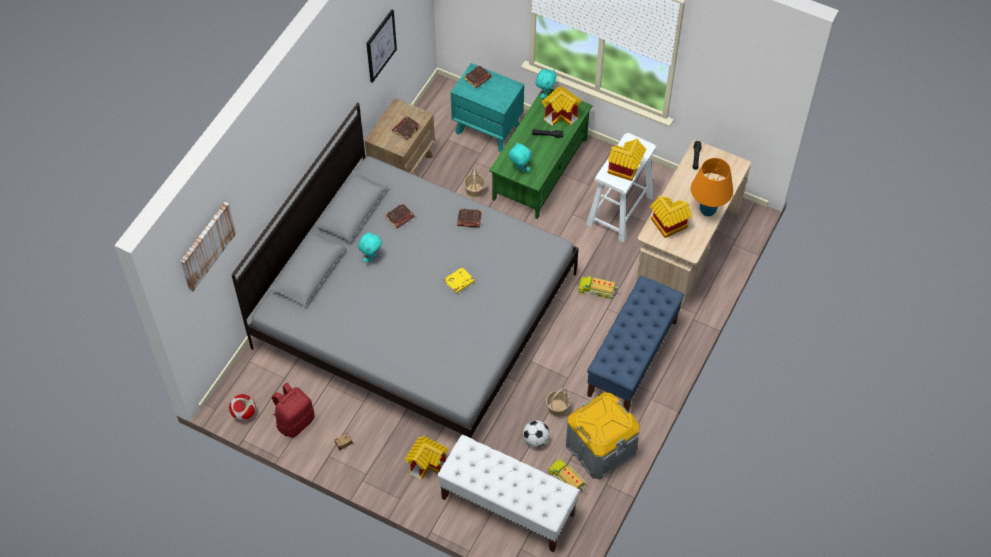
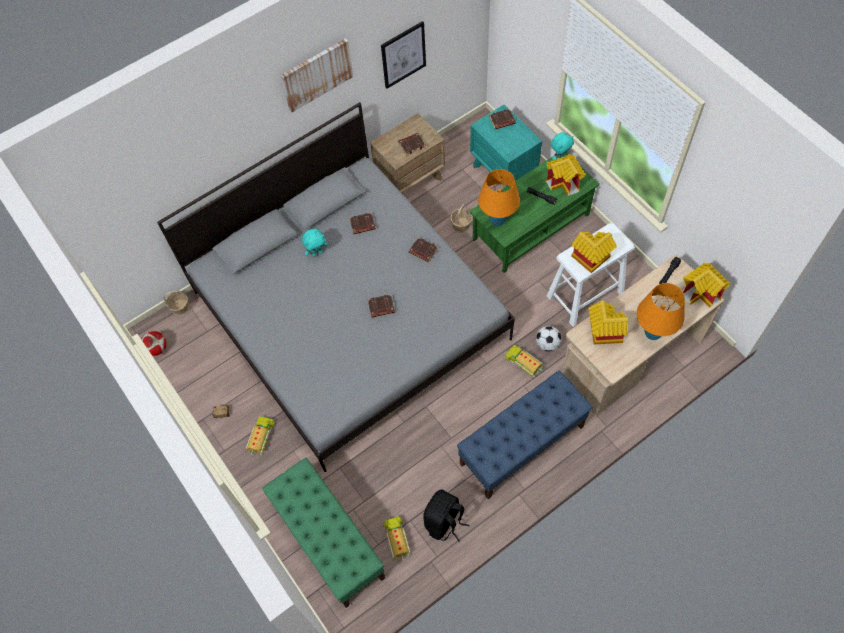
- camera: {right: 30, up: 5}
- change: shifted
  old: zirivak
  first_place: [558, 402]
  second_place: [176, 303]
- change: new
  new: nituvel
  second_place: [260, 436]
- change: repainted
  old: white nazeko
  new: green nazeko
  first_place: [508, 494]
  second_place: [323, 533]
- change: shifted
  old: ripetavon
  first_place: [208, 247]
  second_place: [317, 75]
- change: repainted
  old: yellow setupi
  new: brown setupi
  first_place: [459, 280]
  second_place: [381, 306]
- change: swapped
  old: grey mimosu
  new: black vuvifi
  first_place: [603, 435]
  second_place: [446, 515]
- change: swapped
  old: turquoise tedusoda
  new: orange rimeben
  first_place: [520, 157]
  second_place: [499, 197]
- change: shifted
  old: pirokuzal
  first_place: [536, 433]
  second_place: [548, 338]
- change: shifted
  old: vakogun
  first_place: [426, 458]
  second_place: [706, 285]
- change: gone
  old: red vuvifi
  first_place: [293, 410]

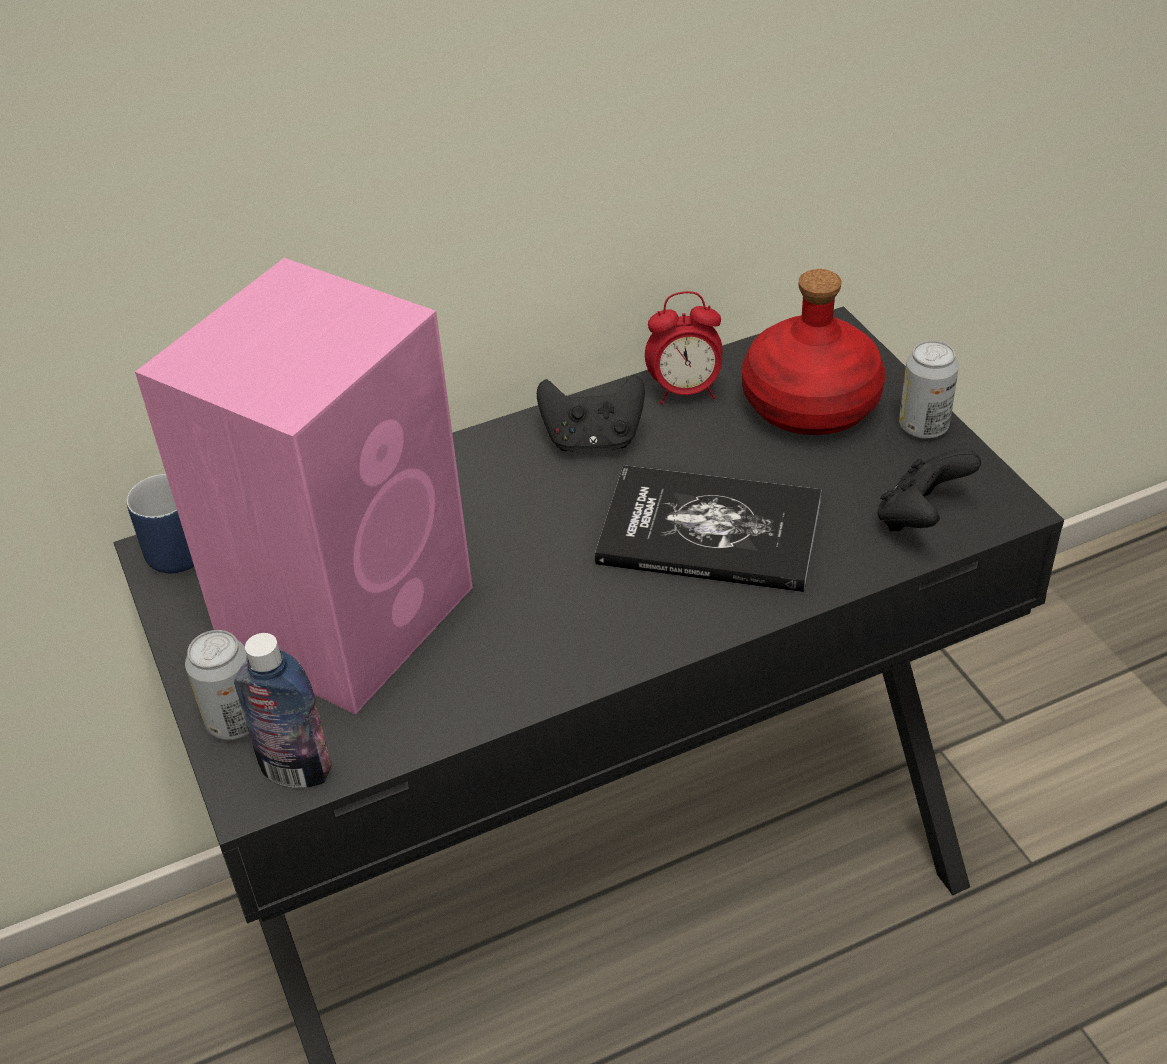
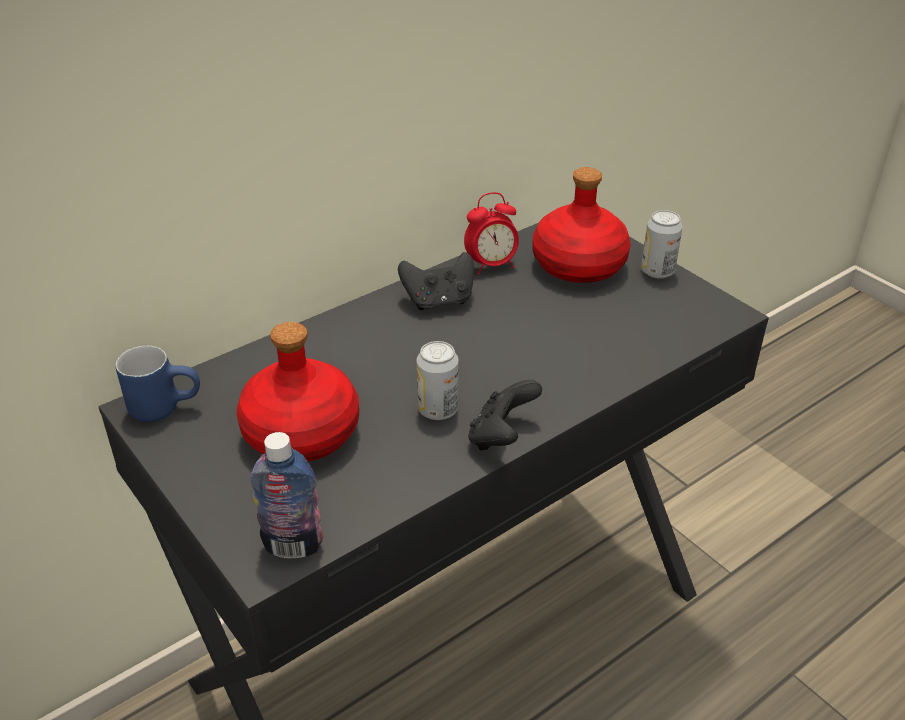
- camera: {right: -15, up: -5}
- change: swapped
  old: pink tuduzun
  new: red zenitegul
  first_place: [304, 486]
  second_place: [298, 392]
- change: shifted
  old: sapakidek
  first_place: [217, 685]
  second_place: [438, 380]
- change: shifted
  old: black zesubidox
  first_place: [929, 490]
  second_place: [505, 415]
- change: gone
  old: setupi
  first_place: [708, 528]

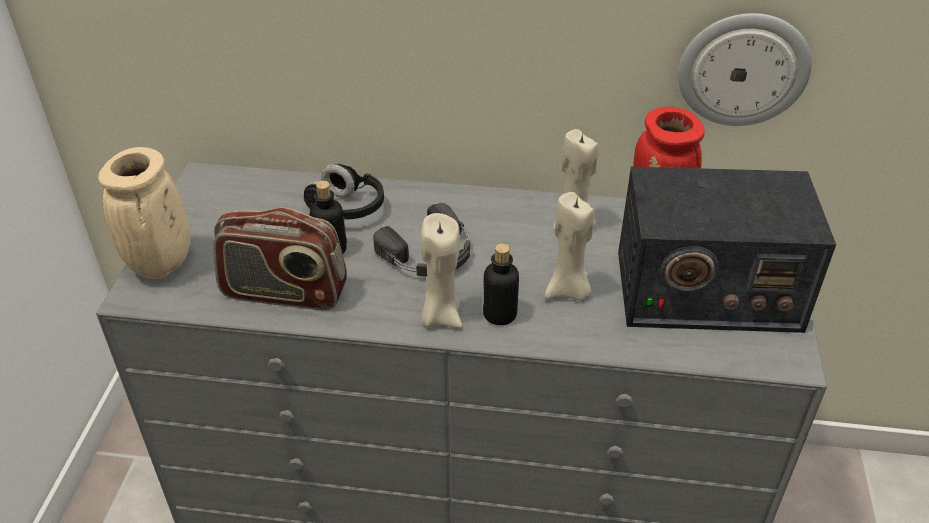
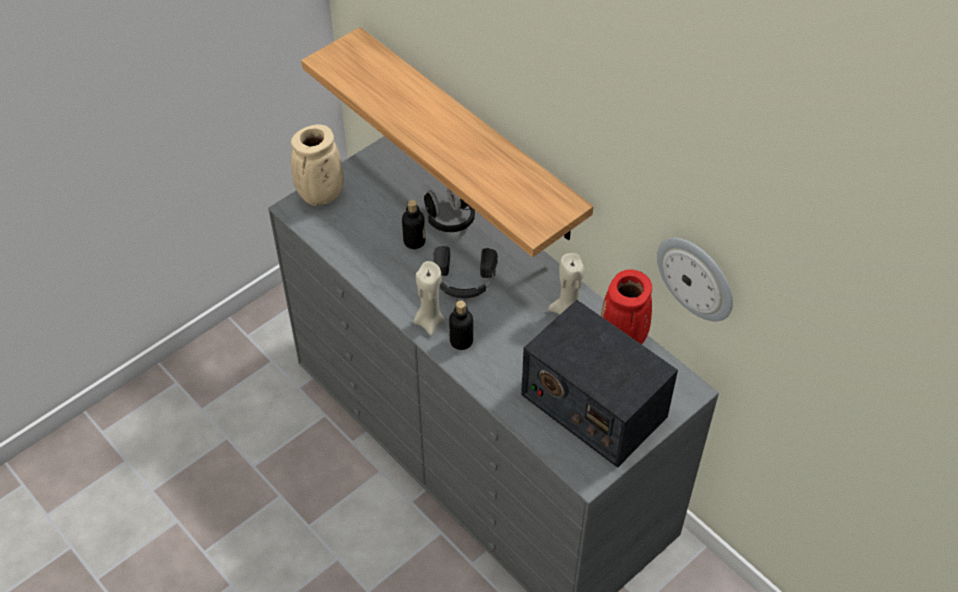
- camera: {right: 40, up: 10}
- change: new
  new: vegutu
  second_place: [447, 142]
- change: gone
  old: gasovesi
  first_place: [280, 258]
- change: gone
  old: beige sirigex
  first_place: [569, 246]

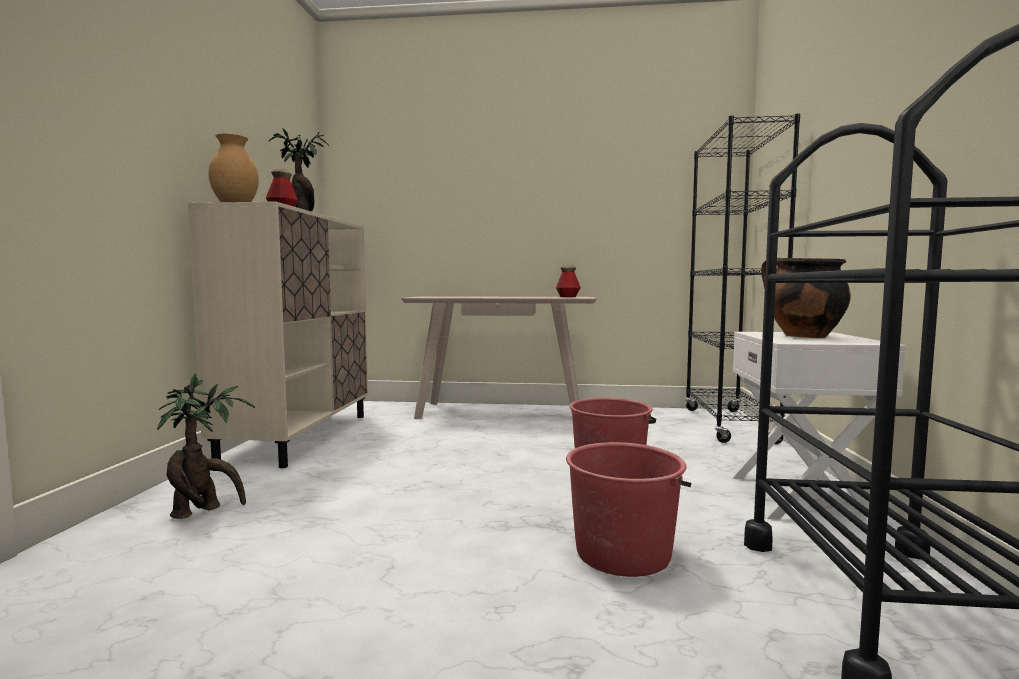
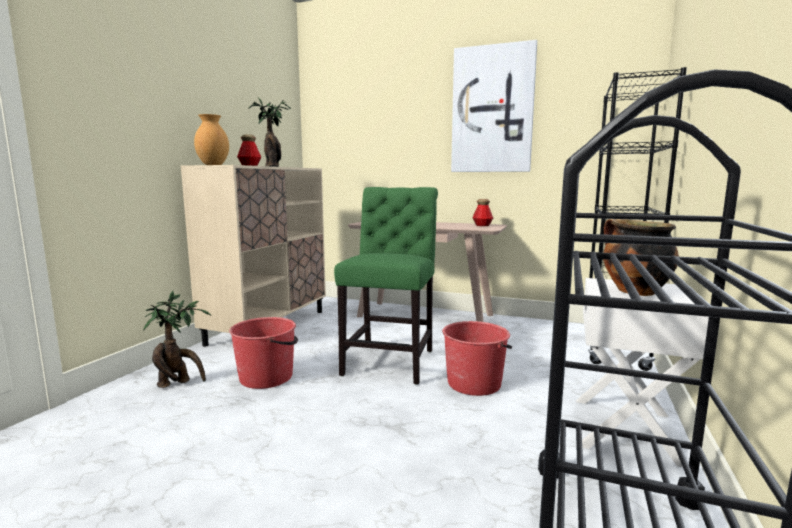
- camera: {right: 15, up: 5}
- change: shifted
  old: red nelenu
  first_place: [628, 509]
  second_place: [263, 353]
- change: new
  new: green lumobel
  second_place: [386, 286]
- change: new
  new: ripetavon
  second_place: [494, 106]

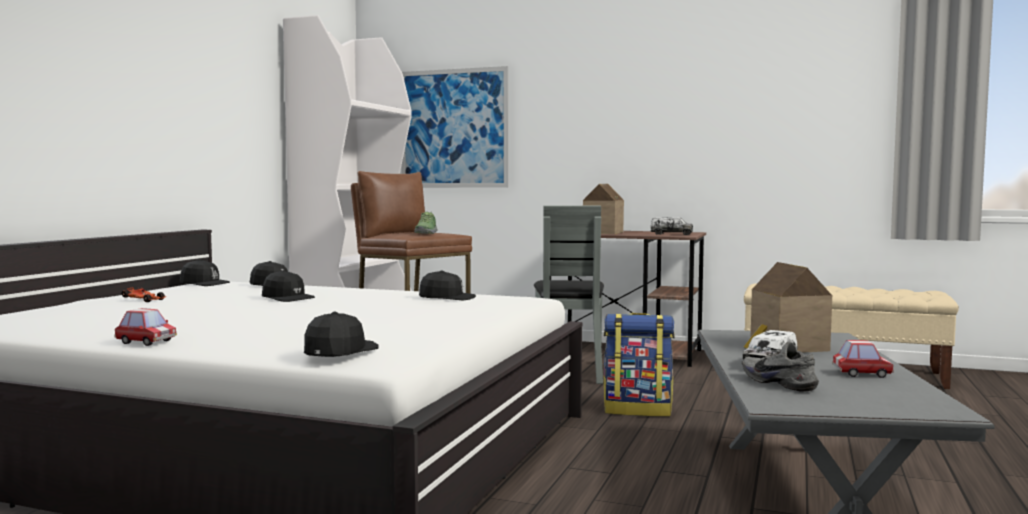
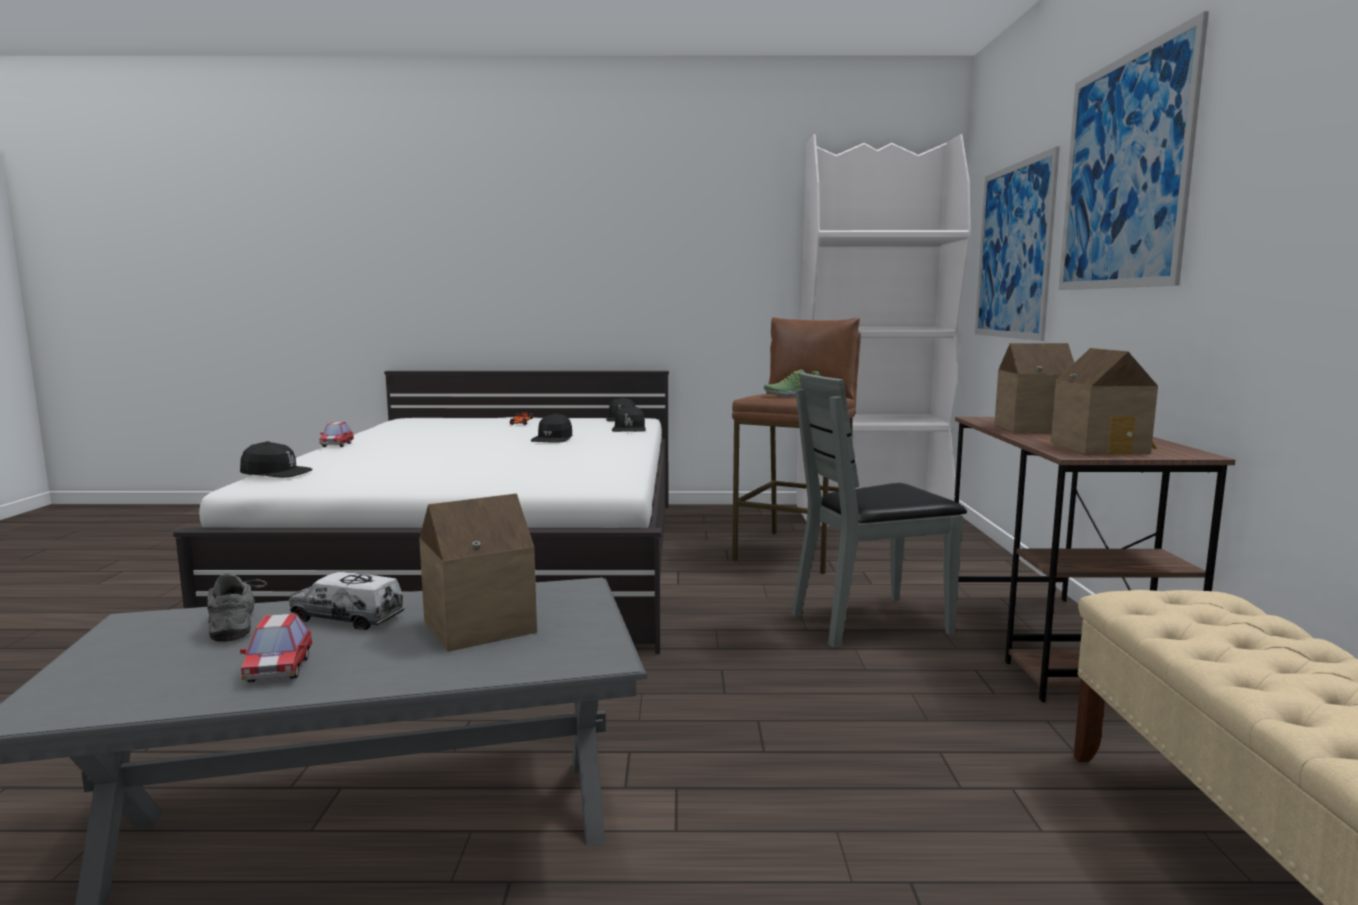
- camera: {right: 70, up: 5}
- change: rotated
  old: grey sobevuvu
  first_place: [780, 367]
  second_place: [237, 608]
  degrees: -60
- change: swapped
  old: nituvel
  new: vakogun
  first_place: [671, 226]
  second_place: [1104, 401]
- change: new
  new: ripetavon
  second_place: [1134, 150]
- change: gone
  old: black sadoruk
  first_place: [447, 286]
- change: gone
  old: vuvifi
  first_place: [639, 365]

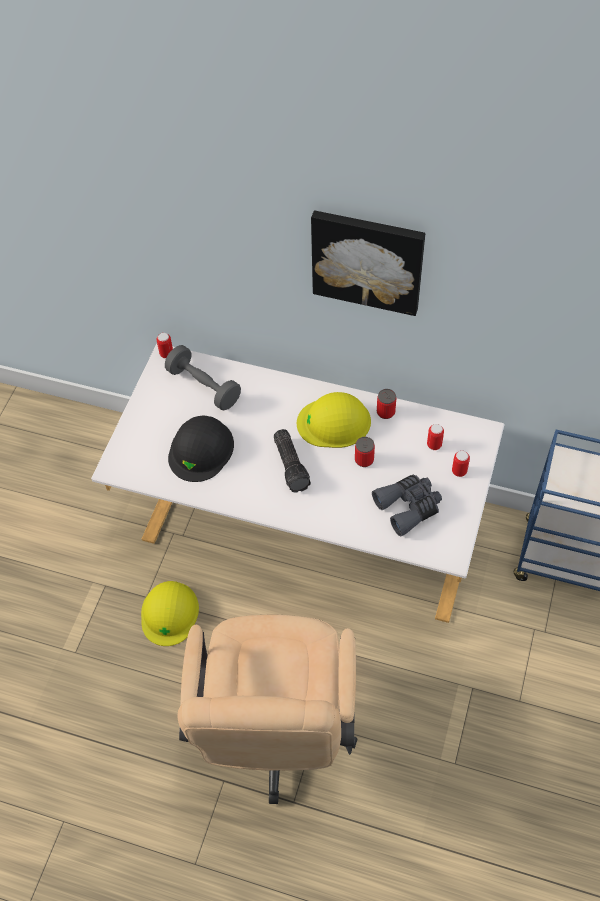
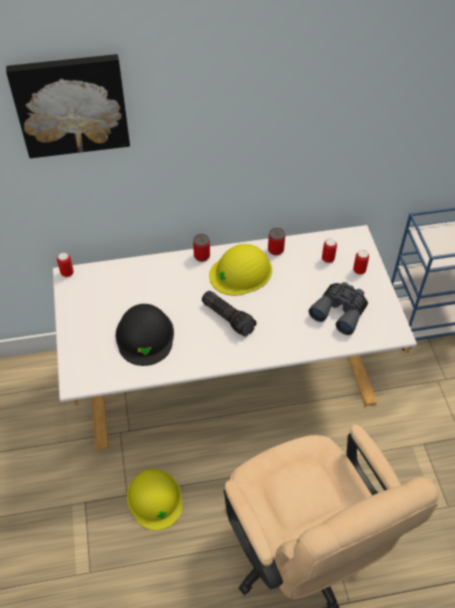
- camera: {right: -30, up: -5}
- change: shifted
  old: ripetavon
  first_place: [368, 263]
  second_place: [68, 106]
- change: shifted
  old: sapakidek
  first_place: [365, 452]
  second_place: [201, 248]
- change: gone
  old: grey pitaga
  first_place: [203, 378]

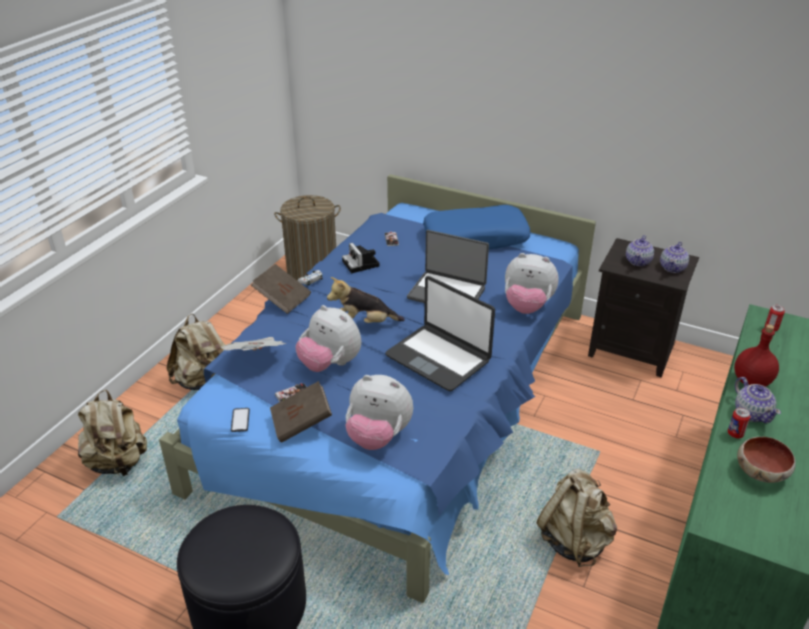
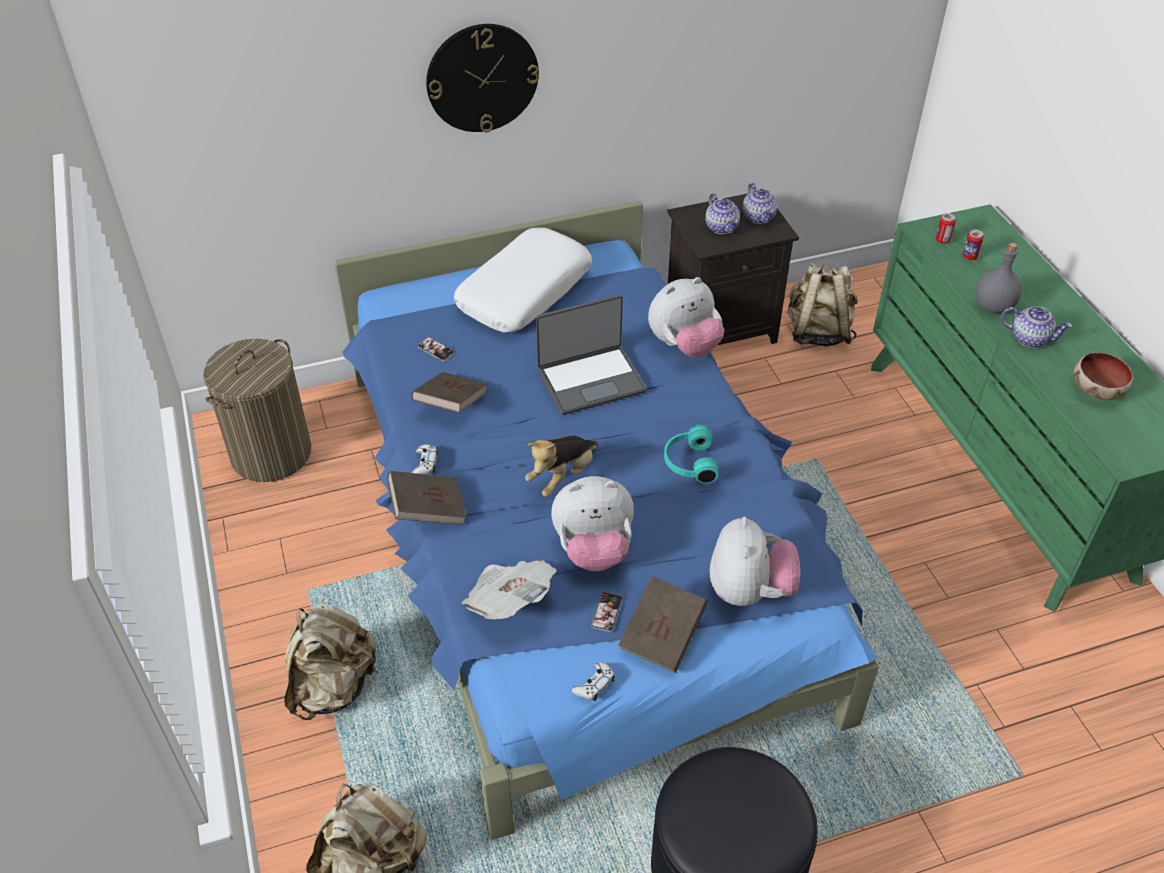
- camera: {right: -45, up: 10}
- change: swapped
  old: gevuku
  new: brown setupi
  first_place: [361, 258]
  second_place: [449, 392]
- change: new
  new: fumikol
  second_place: [482, 78]
- change: repainted
  old: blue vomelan
  new: white vomelan
  first_place: [476, 227]
  second_place: [523, 280]
- change: swapped
  old: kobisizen
  new: white zesubidox
  first_place: [240, 420]
  second_place: [593, 681]
- change: swapped
  old: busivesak
  new: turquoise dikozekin
  first_place: [440, 333]
  second_place: [691, 454]
- change: rotated
  old: tedusoda
  first_place: [379, 412]
  second_place: [755, 561]
  degrees: -60
- change: shifted
  old: beige vuvifi
  first_place: [577, 518]
  second_place: [822, 304]
- change: shifted
  old: sapakidek
  first_place: [739, 423]
  second_place: [973, 245]
- change: repainted
  old: red zenitegul
  new: grey zenitegul
  first_place: [756, 355]
  second_place: [999, 278]

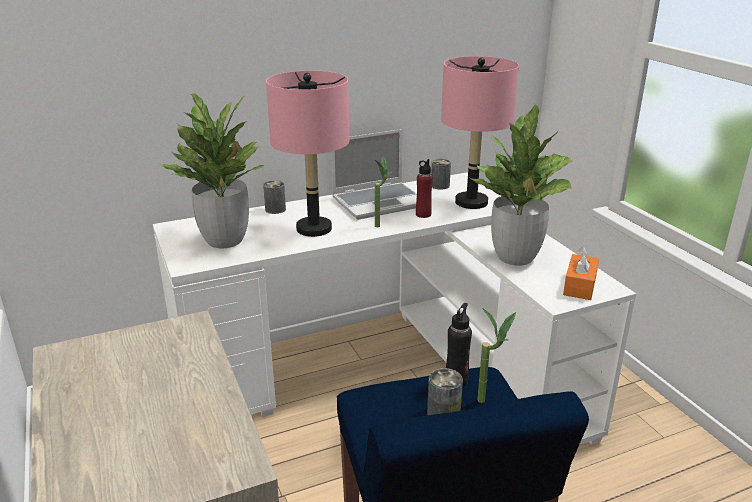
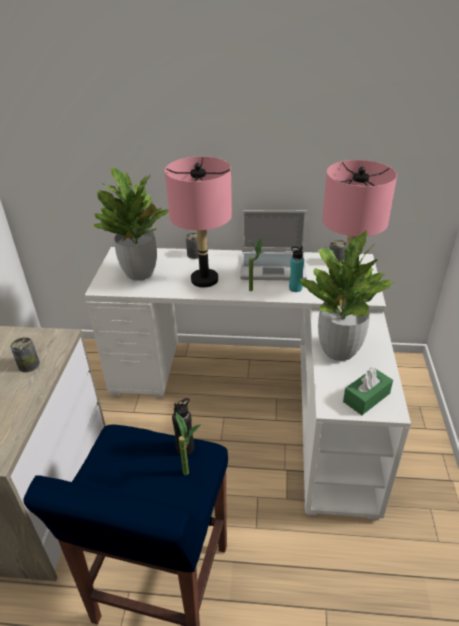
- camera: {right: 30, up: 10}
- change: shifted
  old: sapakidek
  first_place: [445, 391]
  second_place: [25, 354]
- change: repainted
  old: red zenitegul
  new: turquoise zenitegul
  first_place: [424, 188]
  second_place: [296, 269]
- change: repainted
  old: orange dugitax
  new: green dugitax
  first_place: [581, 273]
  second_place: [368, 391]

